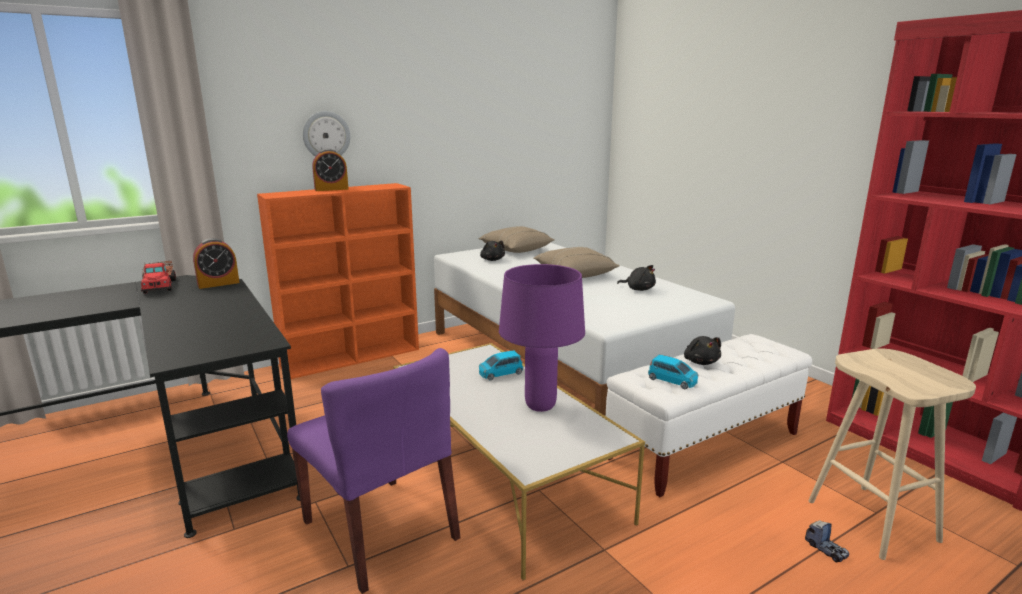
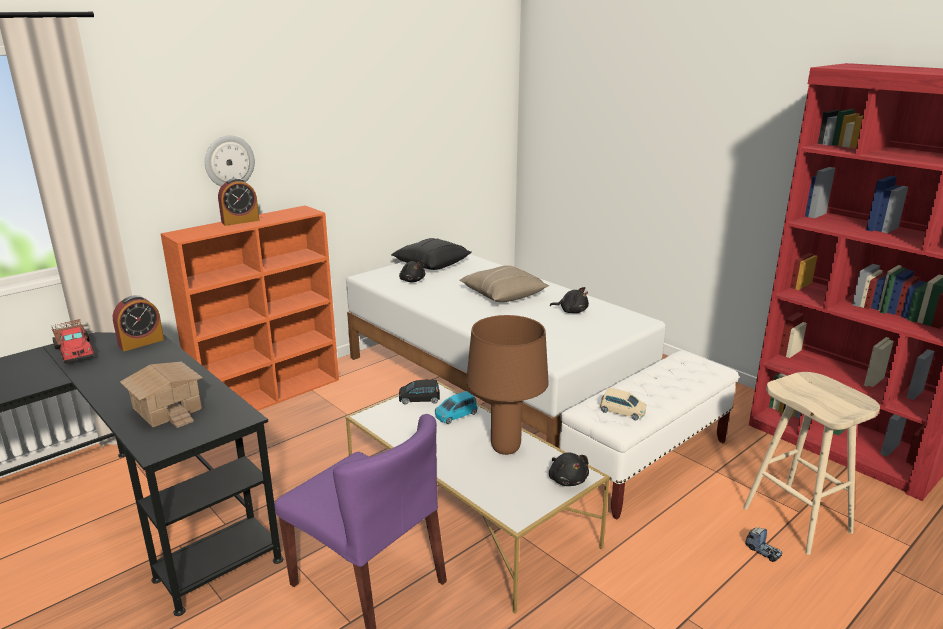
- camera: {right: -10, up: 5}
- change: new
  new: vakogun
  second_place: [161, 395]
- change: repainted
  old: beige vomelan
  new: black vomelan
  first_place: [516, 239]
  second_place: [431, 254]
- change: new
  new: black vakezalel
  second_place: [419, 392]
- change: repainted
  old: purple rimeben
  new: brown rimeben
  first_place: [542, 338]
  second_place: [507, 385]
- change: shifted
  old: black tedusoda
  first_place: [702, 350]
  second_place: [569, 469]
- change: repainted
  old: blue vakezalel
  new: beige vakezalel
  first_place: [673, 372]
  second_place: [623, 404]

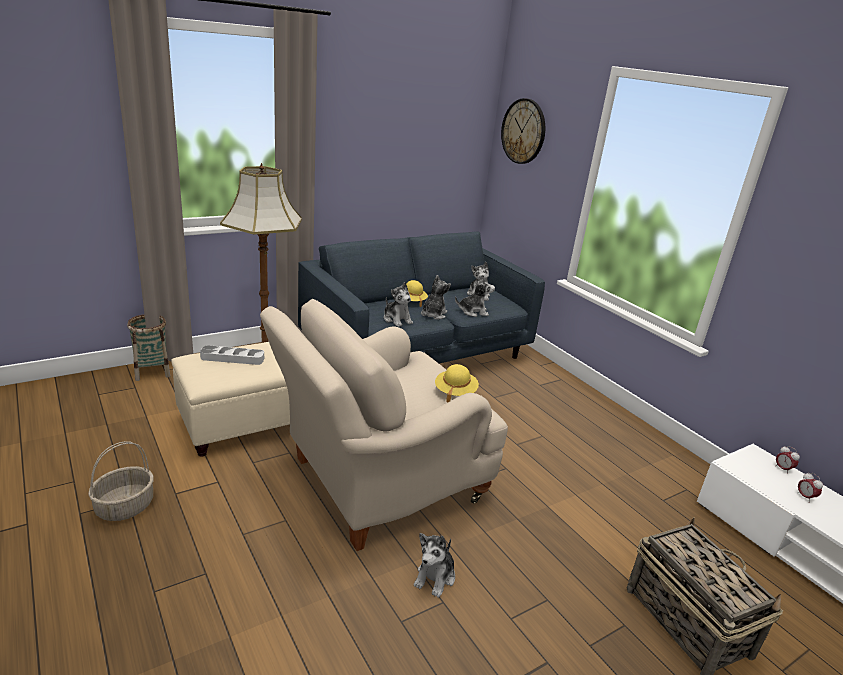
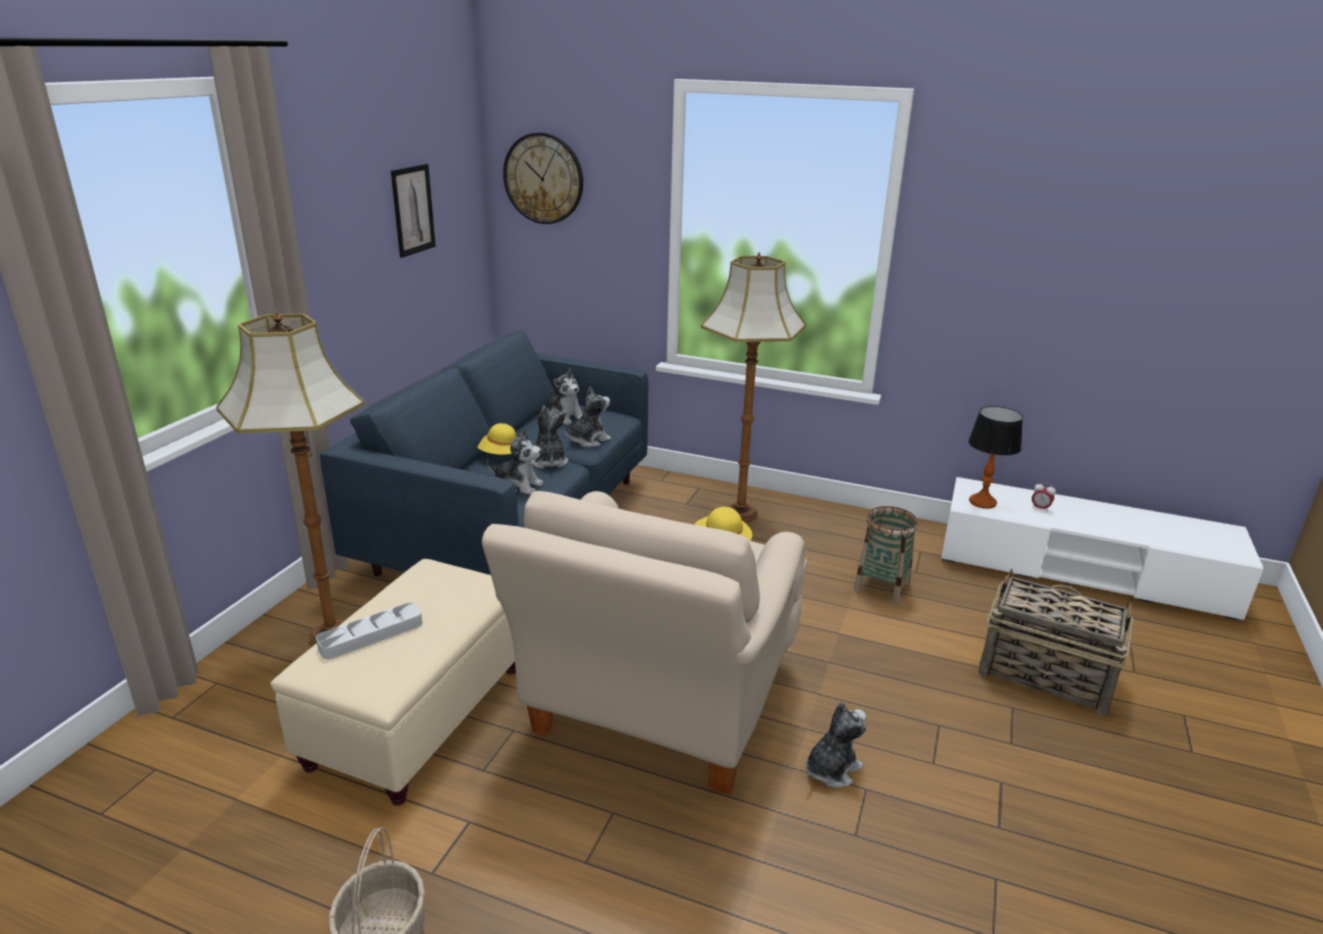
- camera: {right: -35, up: 0}
- change: new
  new: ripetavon
  second_place: [413, 211]
- change: new
  new: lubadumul
  second_place: [753, 387]
- change: rotated
  old: tedusoda
  first_place: [434, 565]
  second_place: [836, 745]
  degrees: -120
- change: shifted
  old: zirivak
  first_place: [148, 347]
  second_place: [886, 555]
- change: new
  new: rimeben
  second_place: [995, 457]
- change: gone
  old: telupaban
  first_place: [788, 460]

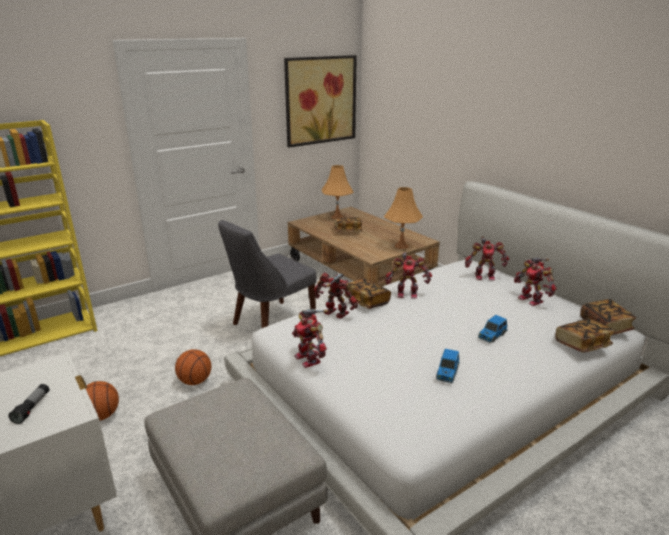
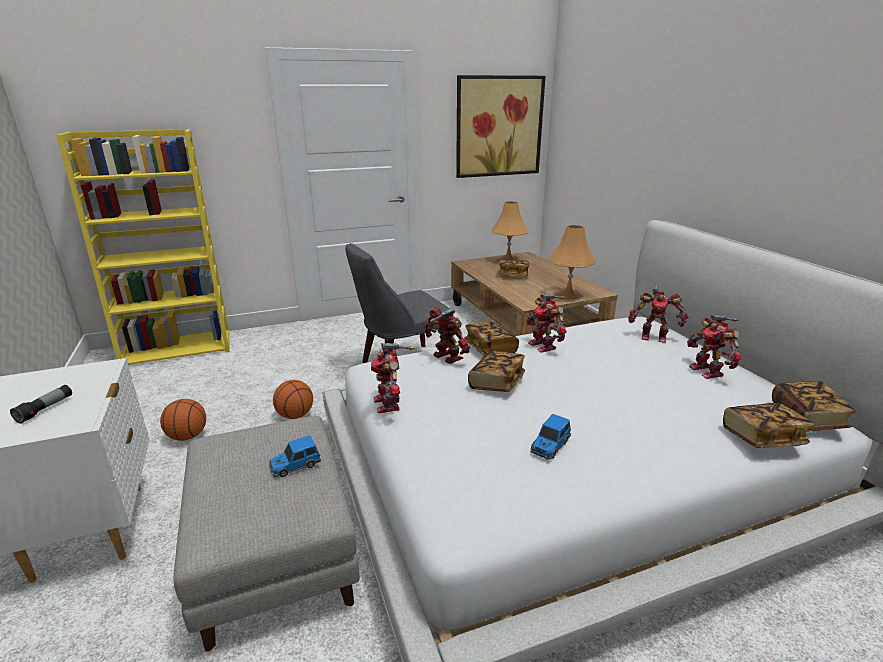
- camera: {right: 15, up: 0}
- change: shifted
  old: vakezalel
  first_place: [493, 329]
  second_place: [295, 456]
- change: new
  new: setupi
  second_place: [496, 371]
- change: rotated
  old: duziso
  first_place: [409, 275]
  second_place: [546, 323]
  degrees: 45

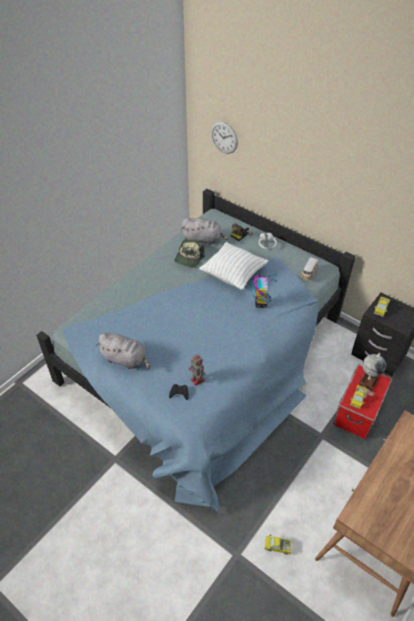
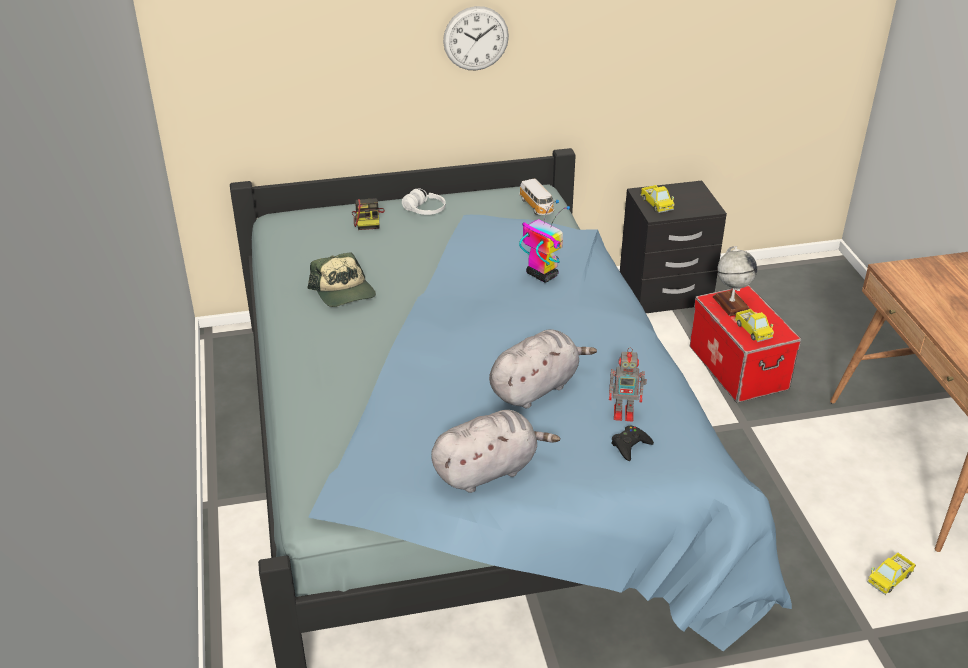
- camera: {right: -50, up: -10}
- change: shifted
  old: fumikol
  first_place: [224, 137]
  second_place: [476, 38]
- change: shifted
  old: grey tedusoda
  first_place: [204, 231]
  second_place: [543, 368]
- change: gone
  old: white vomelan
  first_place: [233, 266]

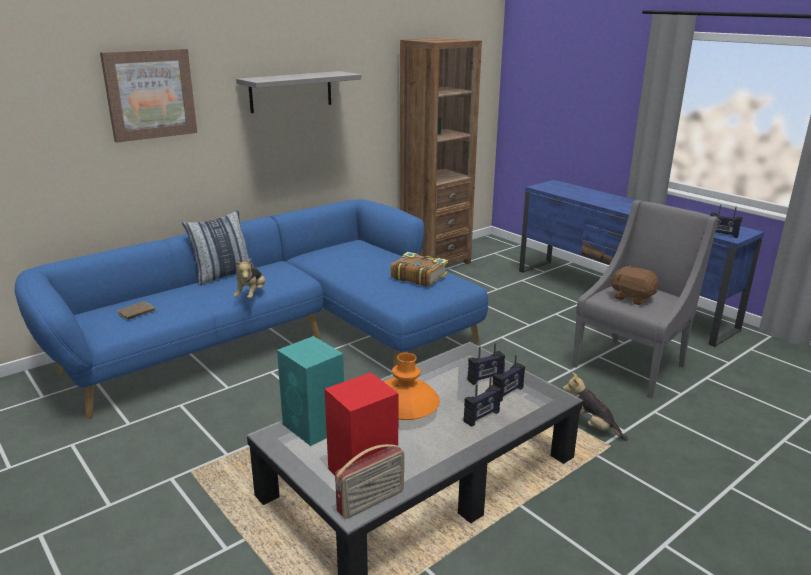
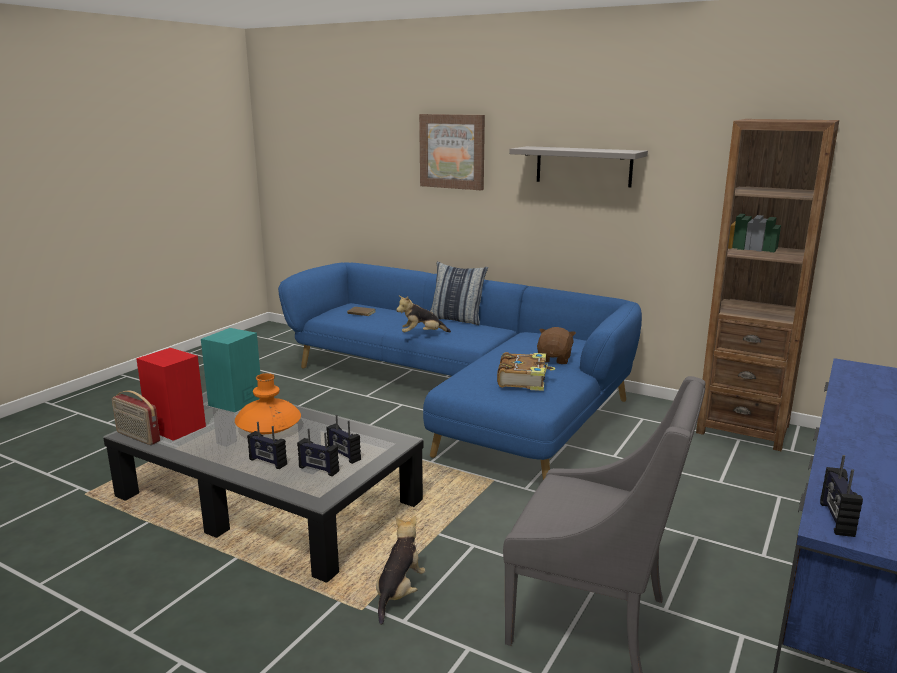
- camera: {right: 70, up: -5}
- change: shifted
  old: brown tedusoda
  first_place: [634, 285]
  second_place: [556, 345]

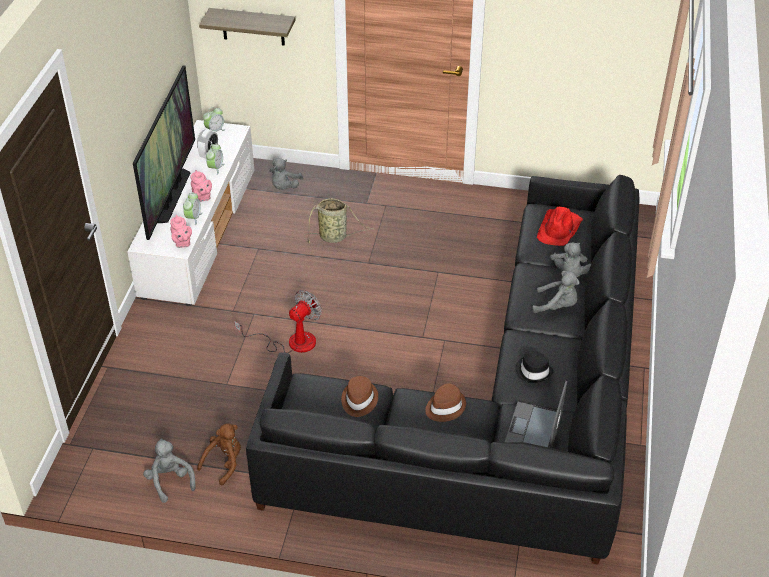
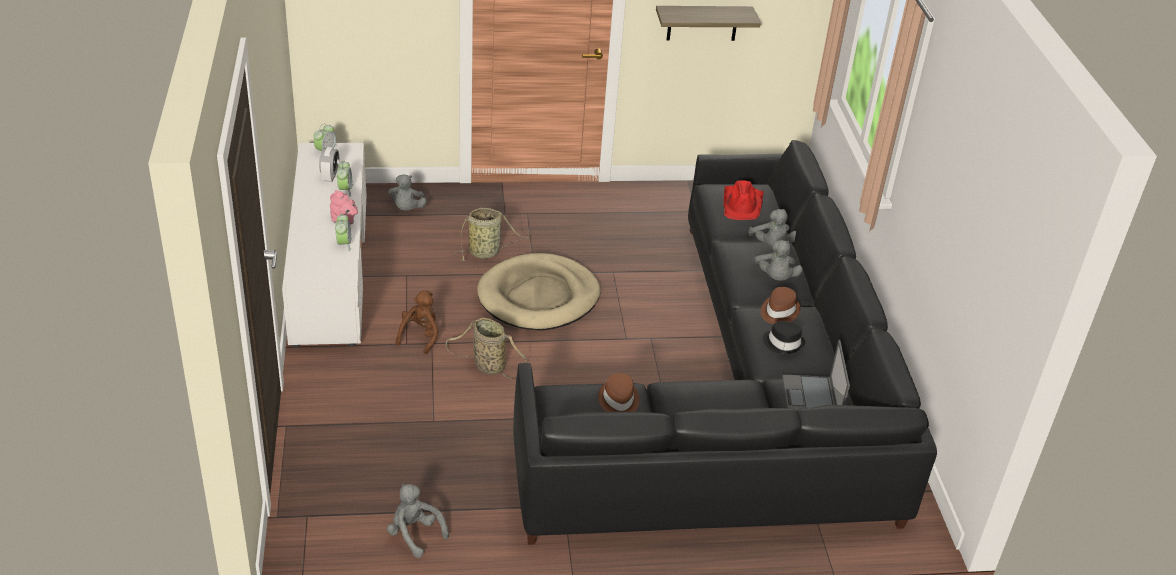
- camera: {right: -20, up: -5}
- change: shifted
  old: brown tedusoda
  first_place: [219, 454]
  second_place: [417, 322]
- change: swapped
  old: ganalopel
  new: zirivak
  first_place: [278, 321]
  second_place: [486, 348]
- change: new
  new: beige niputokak
  second_place: [538, 292]
- change: shifted
  old: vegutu
  first_place: [247, 27]
  second_place: [708, 23]
- change: rotated
  old: grey tedusoda
  first_place: [556, 292]
  second_place: [778, 260]
  degrees: 90
- change: shifted
  old: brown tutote
  first_place: [445, 403]
  second_place: [780, 305]
- change: gone
  old: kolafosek
  first_place: [164, 152]
- change: gone
  old: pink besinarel
  first_place: [181, 231]

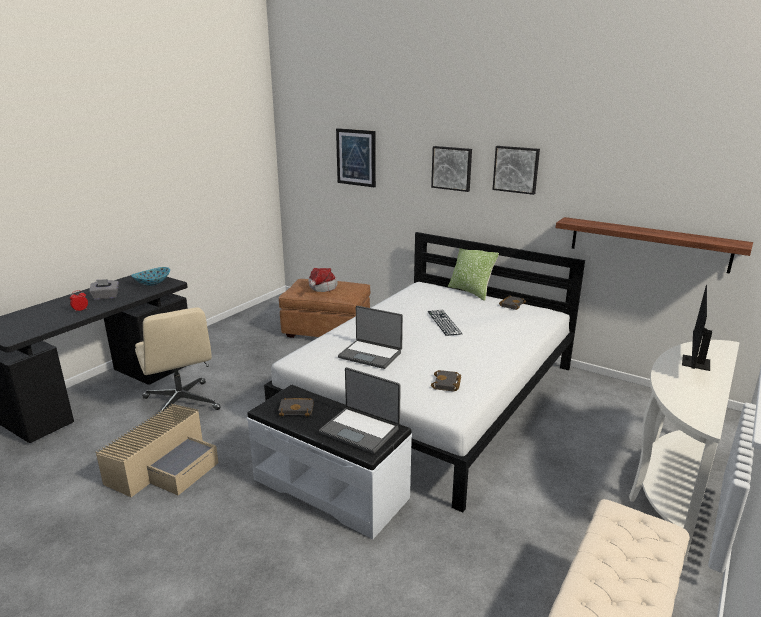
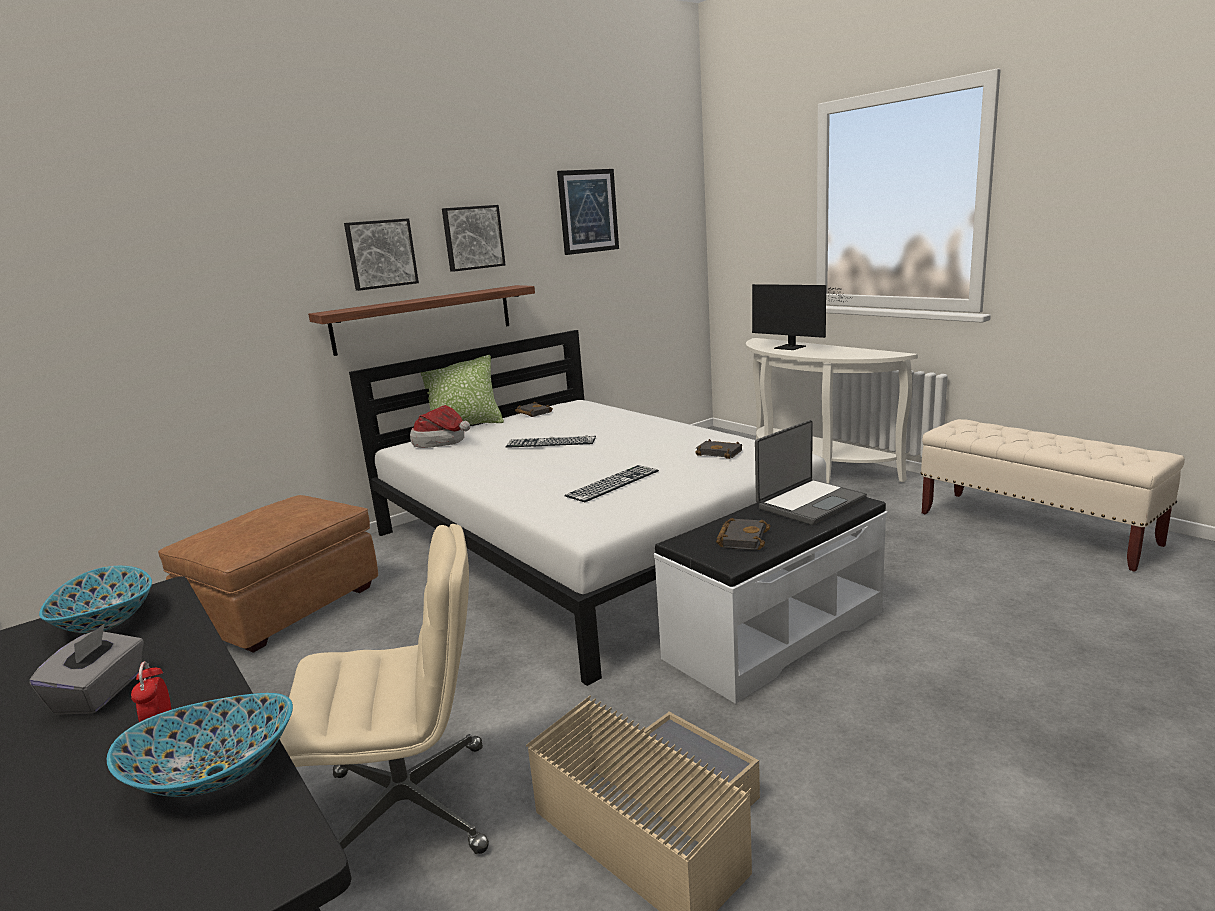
- camera: {right: -70, up: -5}
- change: new
  new: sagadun
  second_place: [200, 745]
- change: shifted
  old: vegutu
  first_place: [654, 245]
  second_place: [421, 320]
- change: shifted
  old: tutote
  first_place: [323, 280]
  second_place: [440, 426]
- change: shifted
  old: ripetavon
  first_place: [356, 157]
  second_place: [588, 212]
- change: swapped
  old: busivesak
  new: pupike
  first_place: [370, 337]
  second_place: [611, 483]

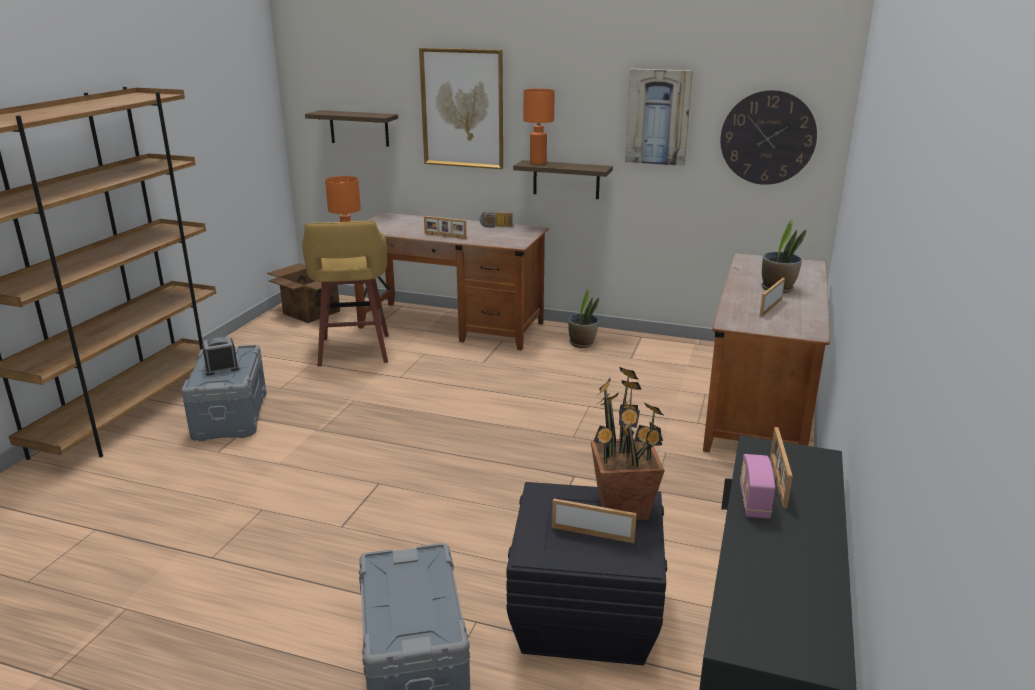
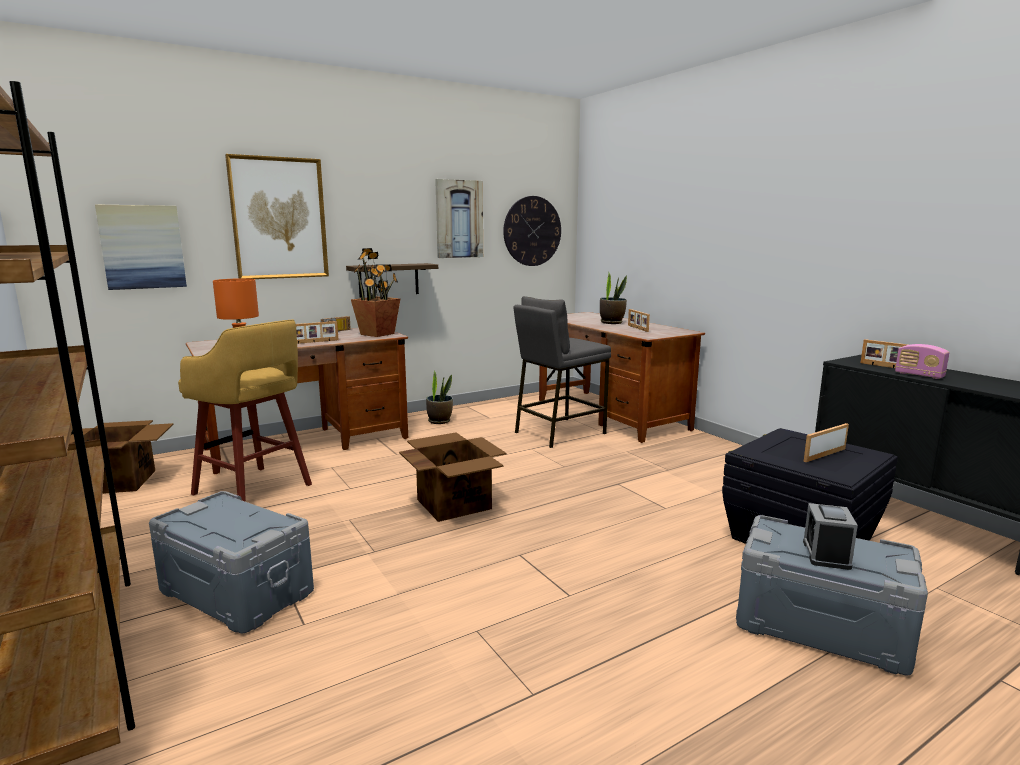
- camera: {right: -50, up: -10}
- change: swapped
  old: vegutu
  new: ripetavon
  first_place: [351, 128]
  second_place: [141, 247]
- change: shifted
  old: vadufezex
  first_place: [628, 443]
  second_place: [375, 292]
- change: new
  new: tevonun
  second_place: [453, 477]
- change: new
  new: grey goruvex
  second_place: [562, 372]
- change: shifted
  old: telupaban
  first_place: [220, 356]
  second_place: [830, 536]
- change: gone
  old: orange rimeben
  first_place: [539, 127]

